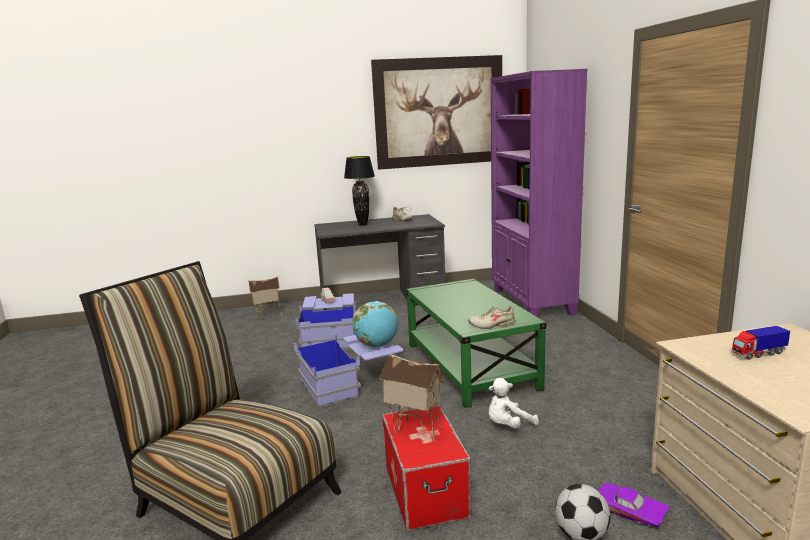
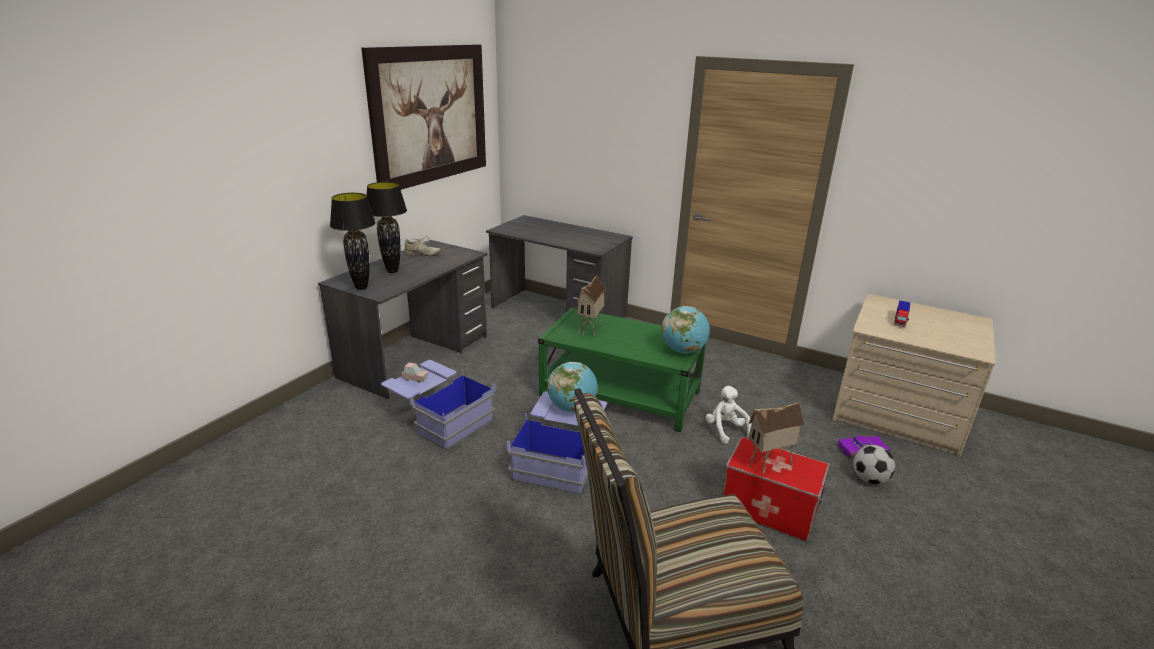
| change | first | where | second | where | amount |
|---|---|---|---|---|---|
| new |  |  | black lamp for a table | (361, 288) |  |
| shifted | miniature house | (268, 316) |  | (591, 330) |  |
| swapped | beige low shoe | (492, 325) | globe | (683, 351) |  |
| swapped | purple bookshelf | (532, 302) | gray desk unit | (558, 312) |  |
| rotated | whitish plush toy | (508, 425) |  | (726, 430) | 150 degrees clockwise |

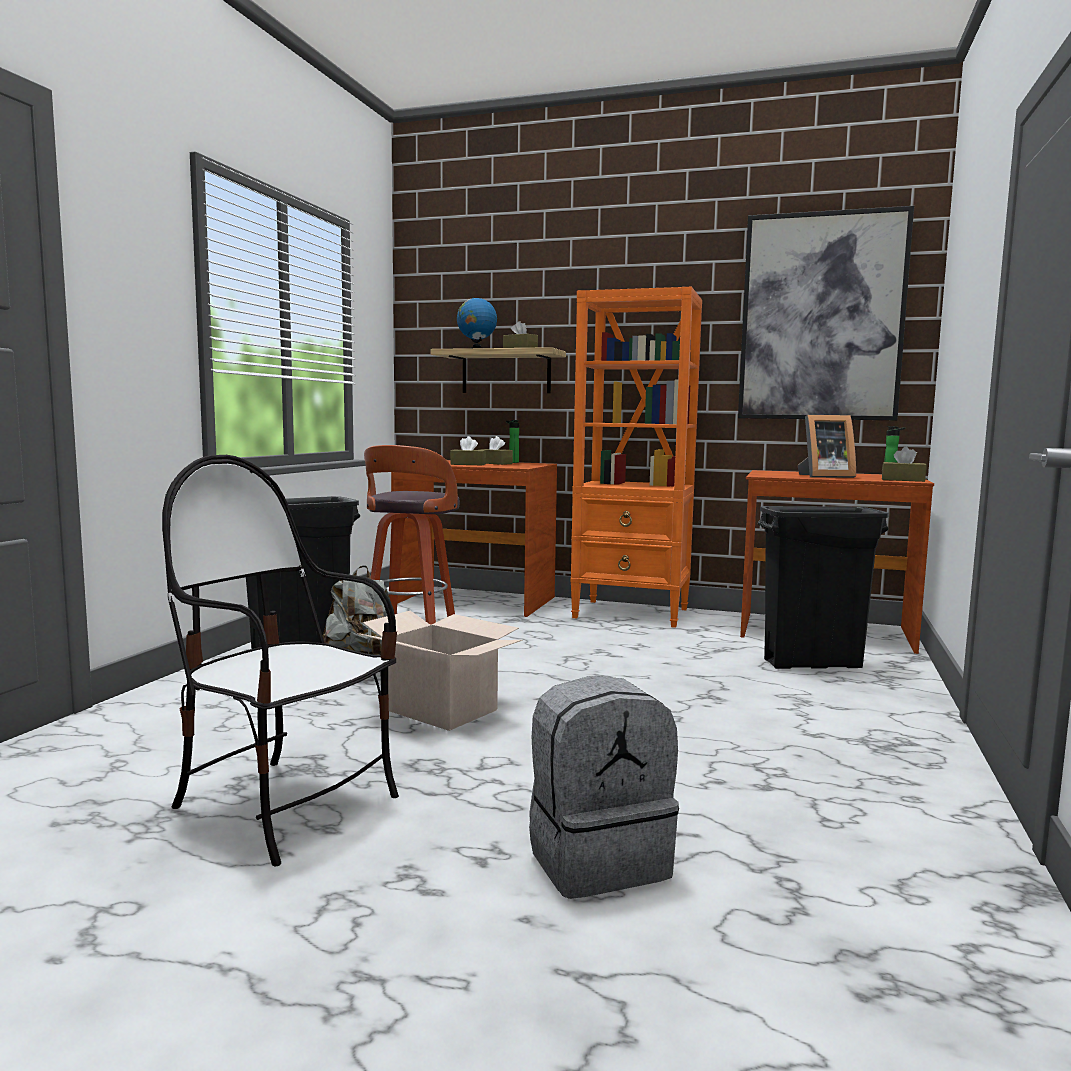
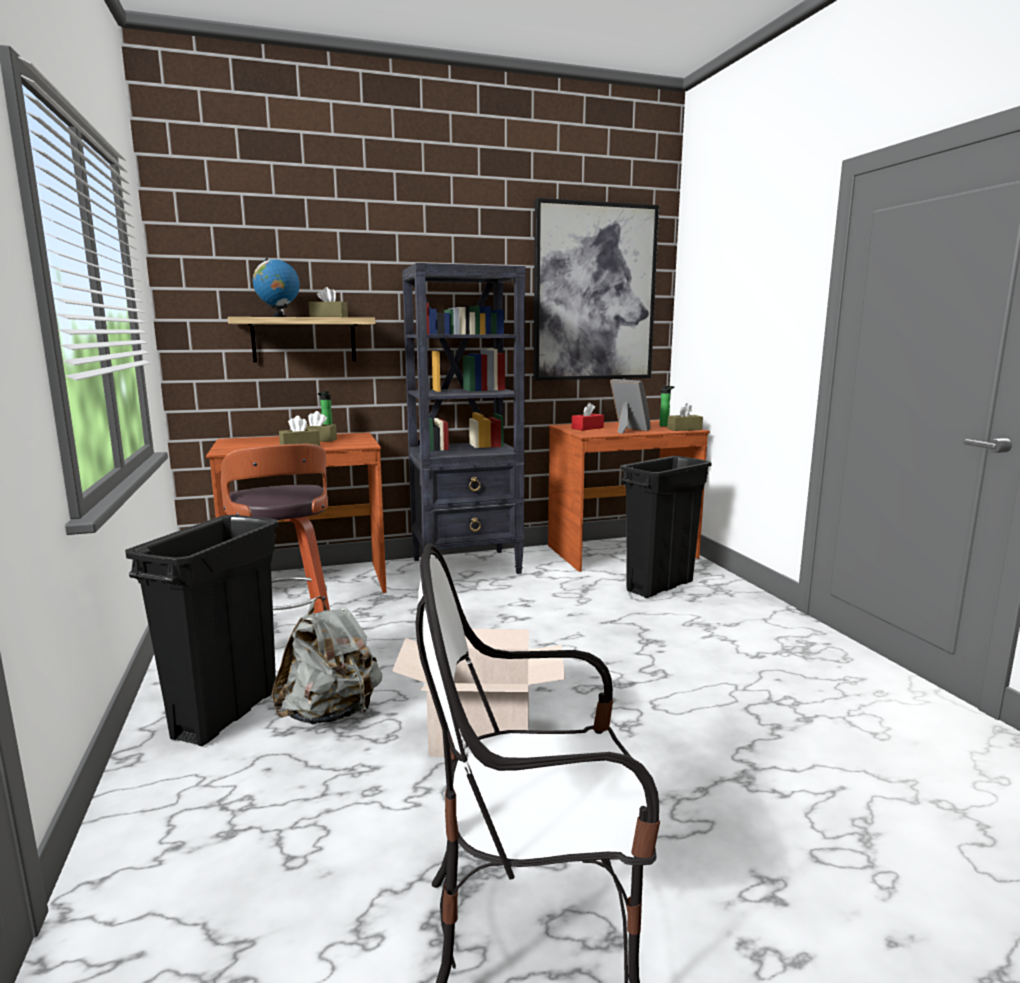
| change | first | where | second | where | amount |
|---|---|---|---|---|---|
| gone | gray rucksack | (597, 859) |  |  |  |
| new |  |  | reddish box of tissues | (587, 428) |  |
| repainted | orangey bookshelf | (632, 613) | black bookshelf | (467, 566) |  |
| rotated | picture frame | (823, 476) |  | (627, 430) | 90 degrees counterclockwise |

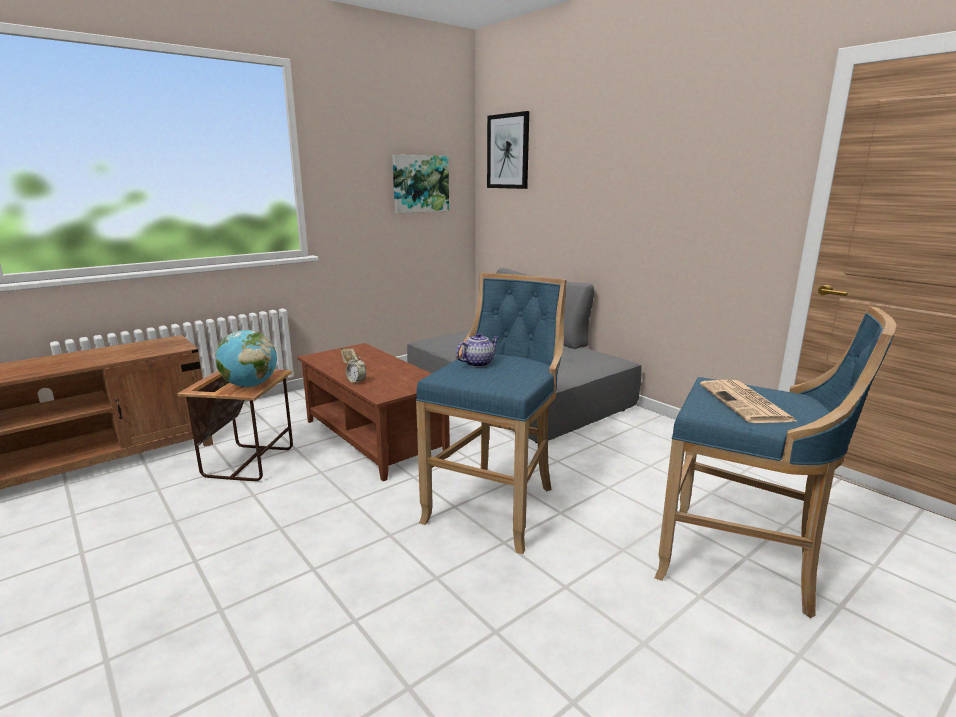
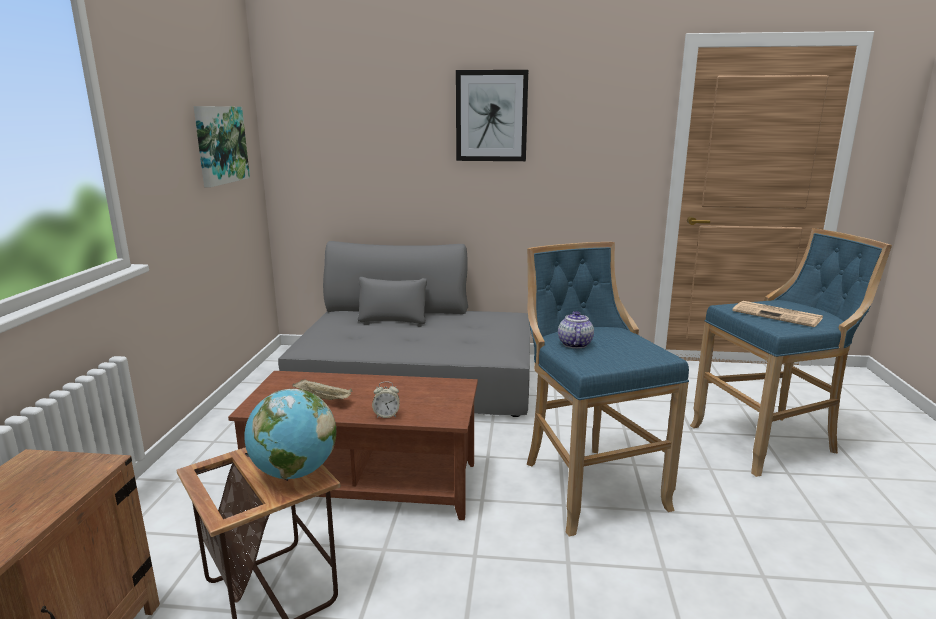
| change | first | where | second | where | amount |
|---|---|---|---|---|---|
| shifted | picture | (508, 151) |  | (491, 116) |  |

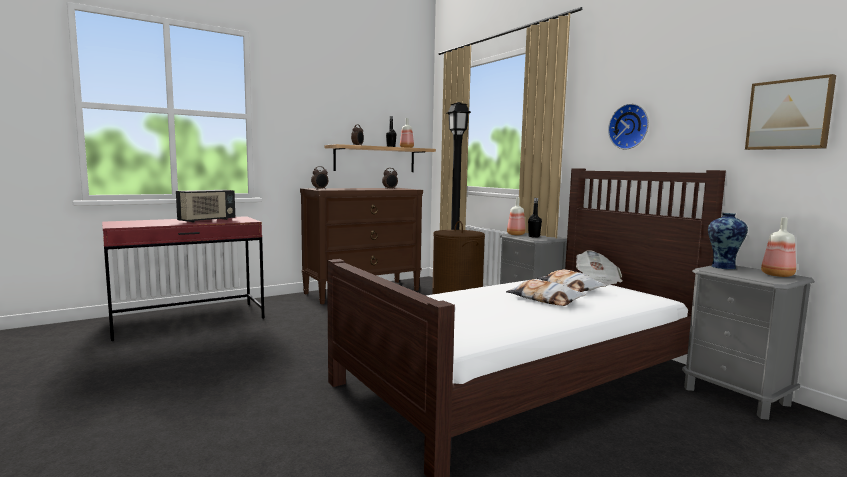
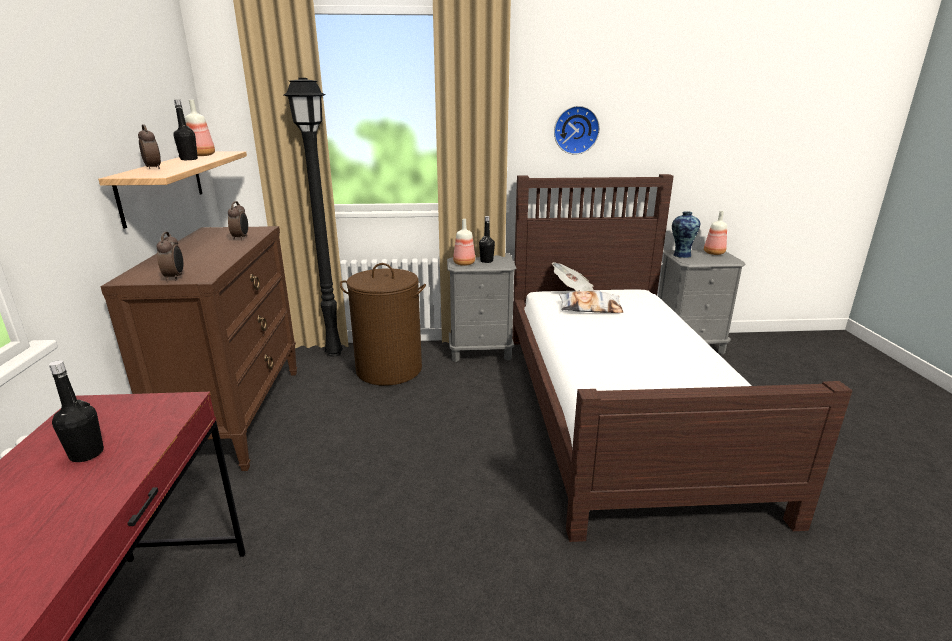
| change | first | where | second | where | amount |
|---|---|---|---|---|---|
| gone | throw pillow | (544, 299) |  |  |  |
| gone | picture | (789, 115) |  |  |  |
| swapped | radio receiver | (207, 220) | black bottle | (87, 454) |  |

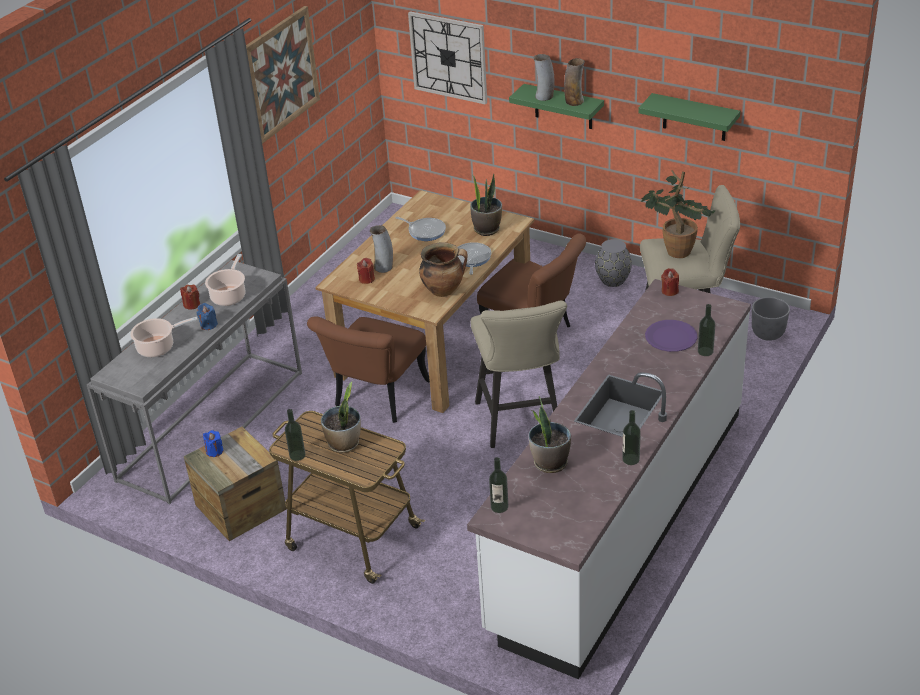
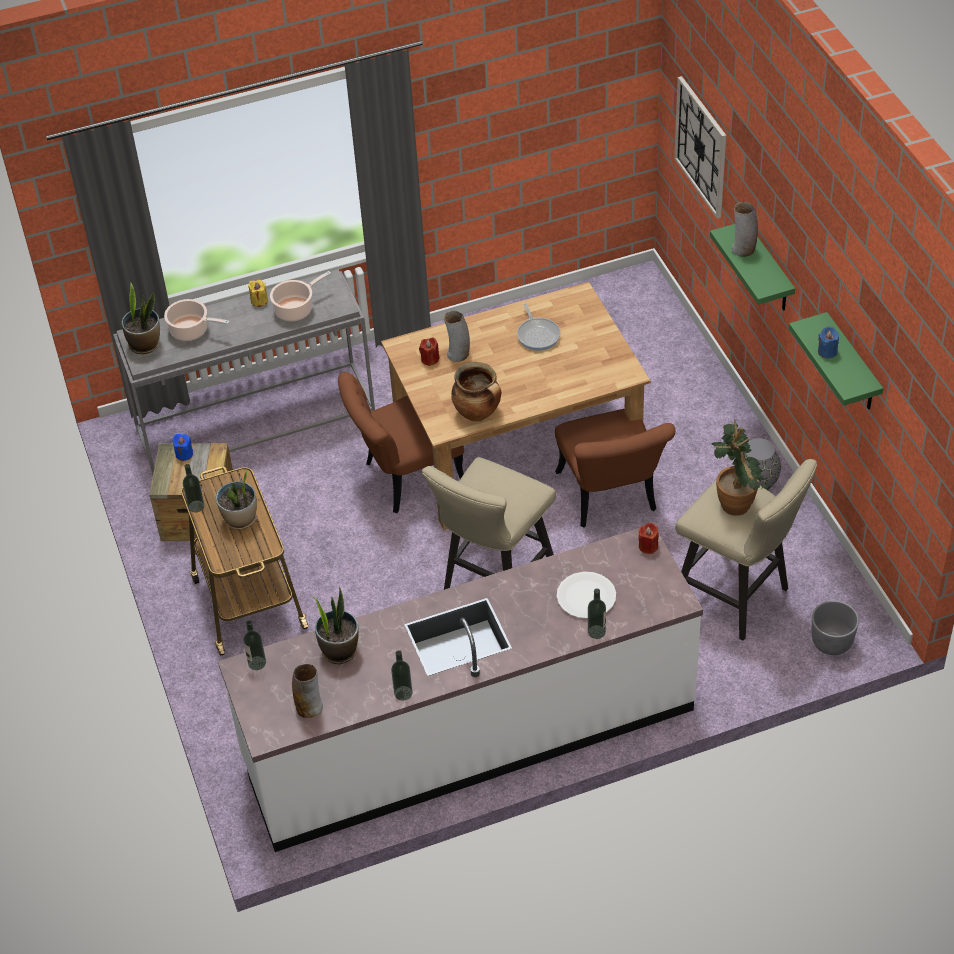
| change | first | where | second | where | amount |
|---|---|---|---|---|---|
| gone | picture | (281, 74) |  |  |  |
| gone | skillet | (471, 259) |  |  |  |
| shifted | blue wax light | (208, 325) |  | (827, 351) |  |
| shifted | houseplant | (487, 229) |  | (145, 344) |  |
| shifted | vase | (574, 101) |  | (309, 707) |  |
| repainted | reddish wax light | (192, 304) | yellow-coloured wax light | (259, 301) |  |
| repainted | purple dinner plate | (670, 337) | whitish dinner plate | (586, 596) |  |

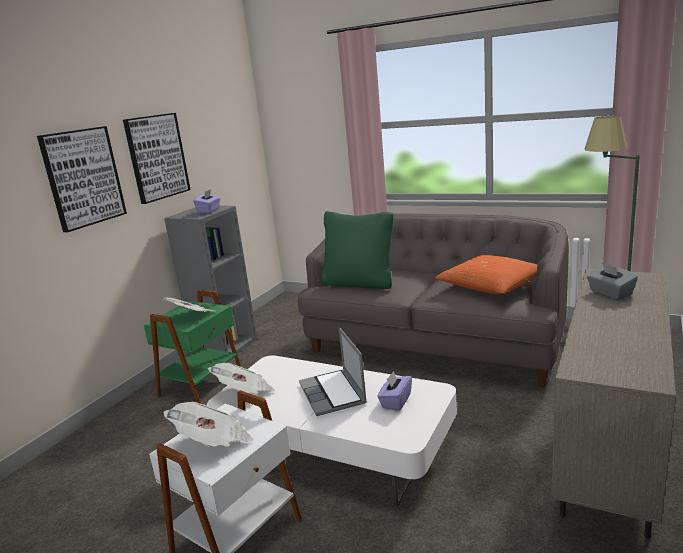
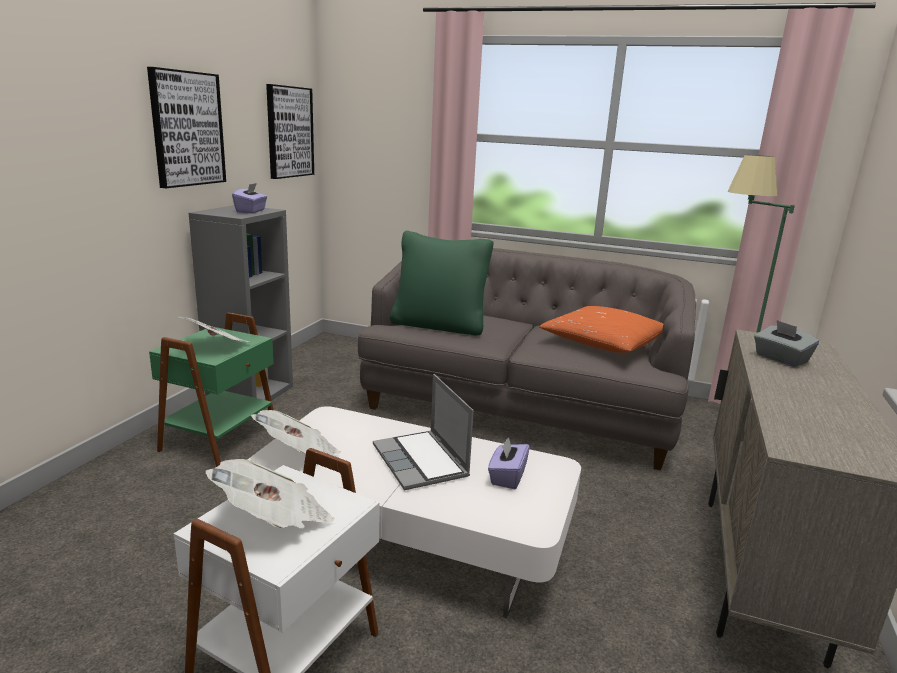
| change | first | where | second | where | amount |
|---|---|---|---|---|---|
| shifted | picture | (83, 177) |  | (289, 132) |  |

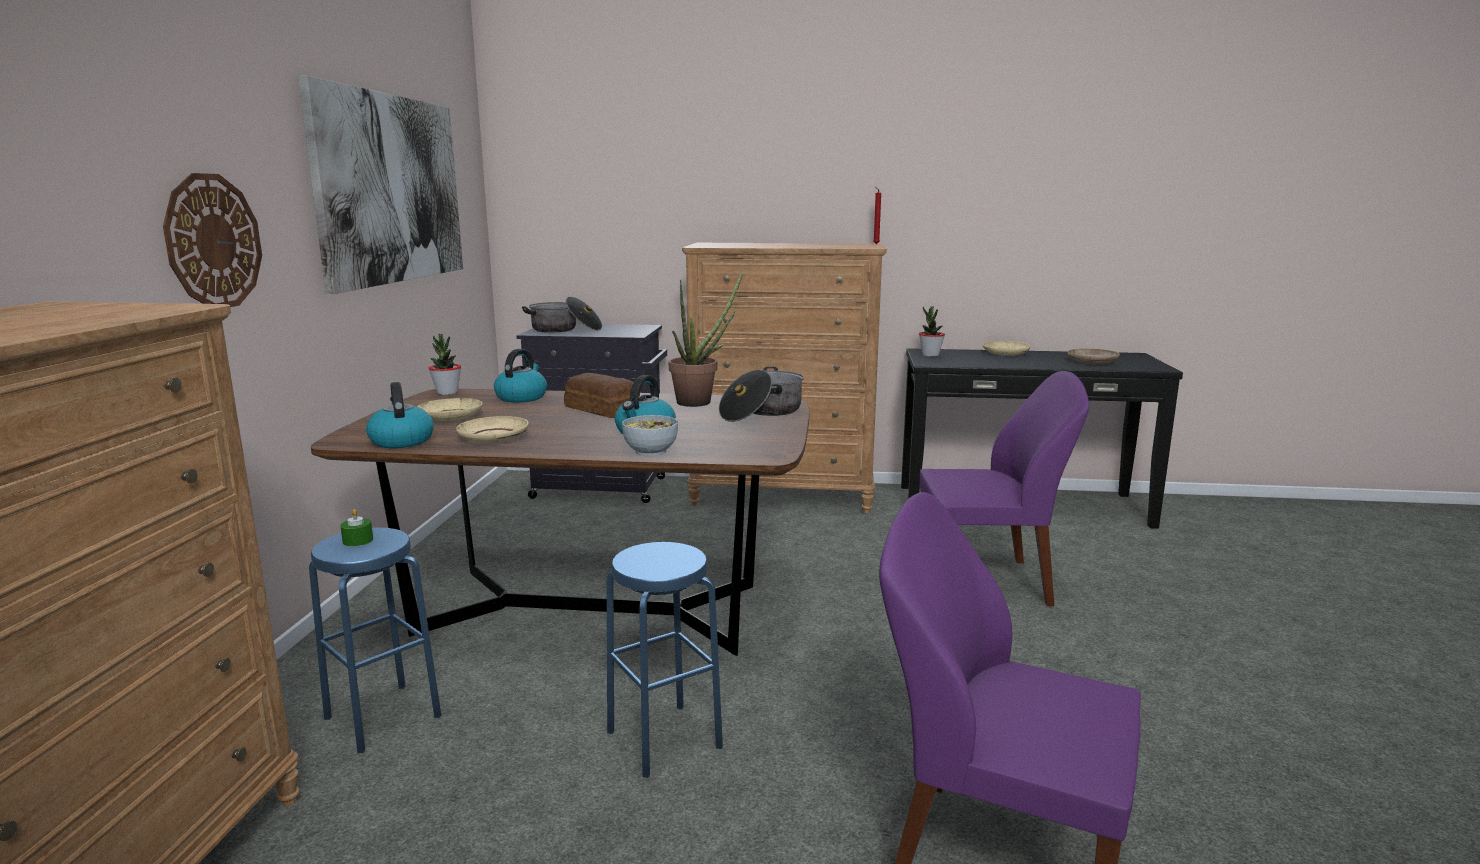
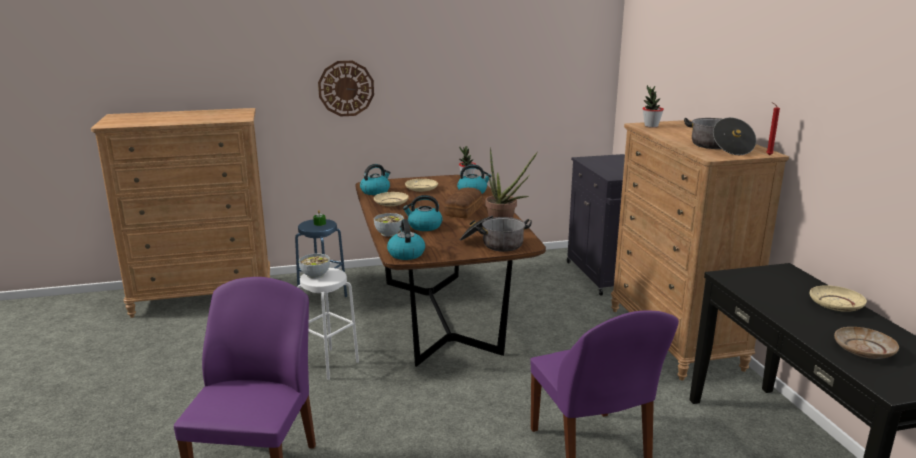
| change | first | where | second | where | amount |
|---|---|---|---|---|---|
| gone | picture | (391, 189) |  |  |  |
| new |  |  | deep dish | (315, 275) |  |
| new |  |  | kettle | (406, 254) |  |
| shifted | saucepot | (565, 329) |  | (719, 147) |  |
| shifted | houseplant | (930, 355) |  | (651, 126) |  |
| repainted | blue sitting stool | (664, 739) | whitish sitting stool | (329, 363) |  |

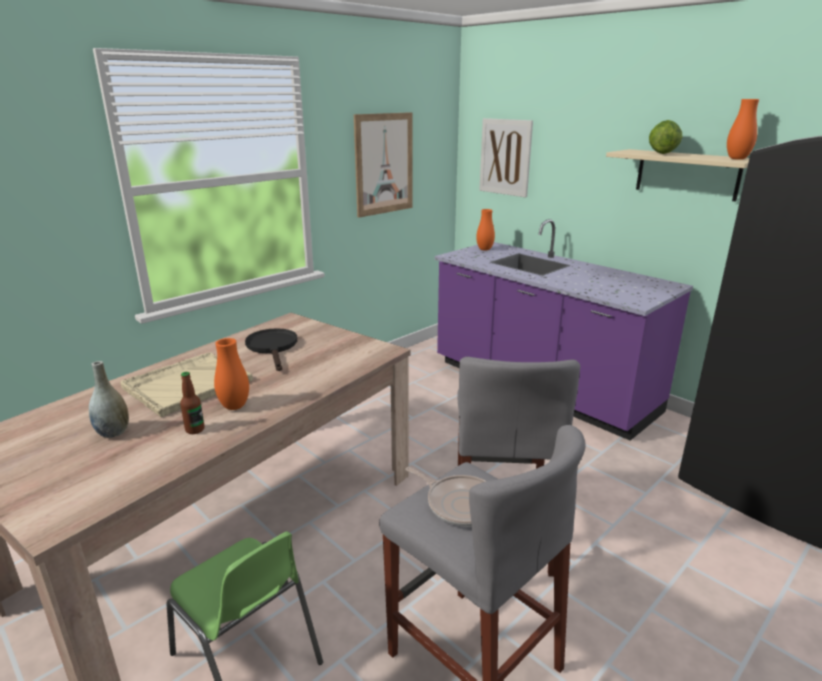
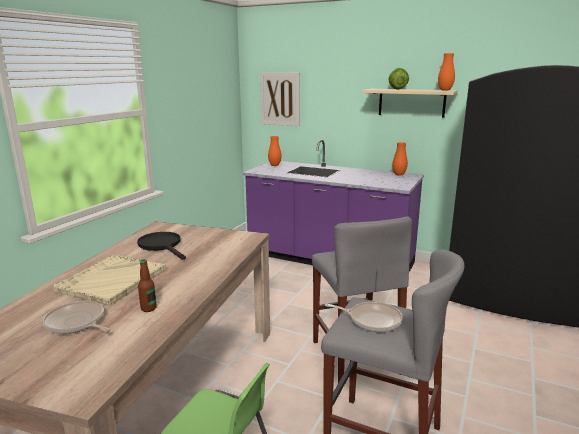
| change | first | where | second | where | amount |
|---|---|---|---|---|---|
| gone | picture | (384, 164) |  |  |  |
| shifted | orangey vase | (234, 406) |  | (399, 175) |  |
| swapped | gray vase | (113, 432) | skillet | (76, 323) |  |

